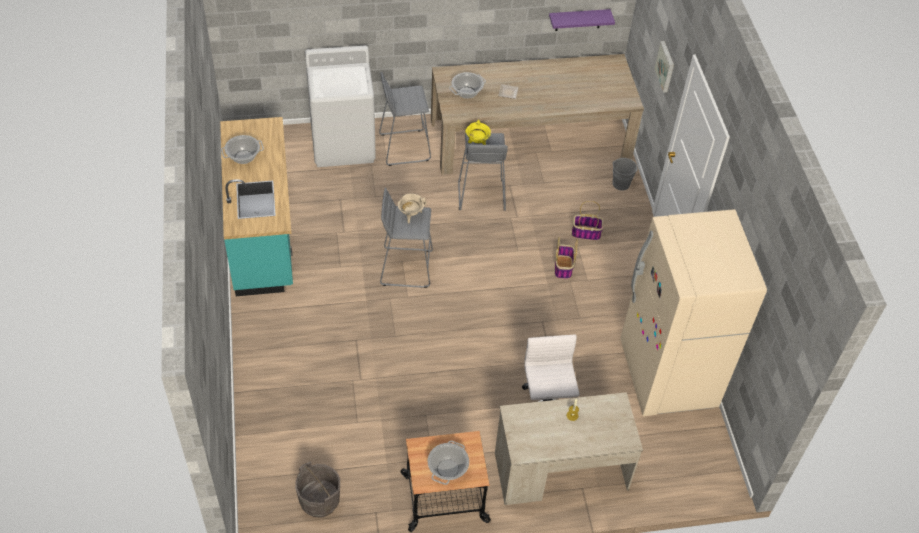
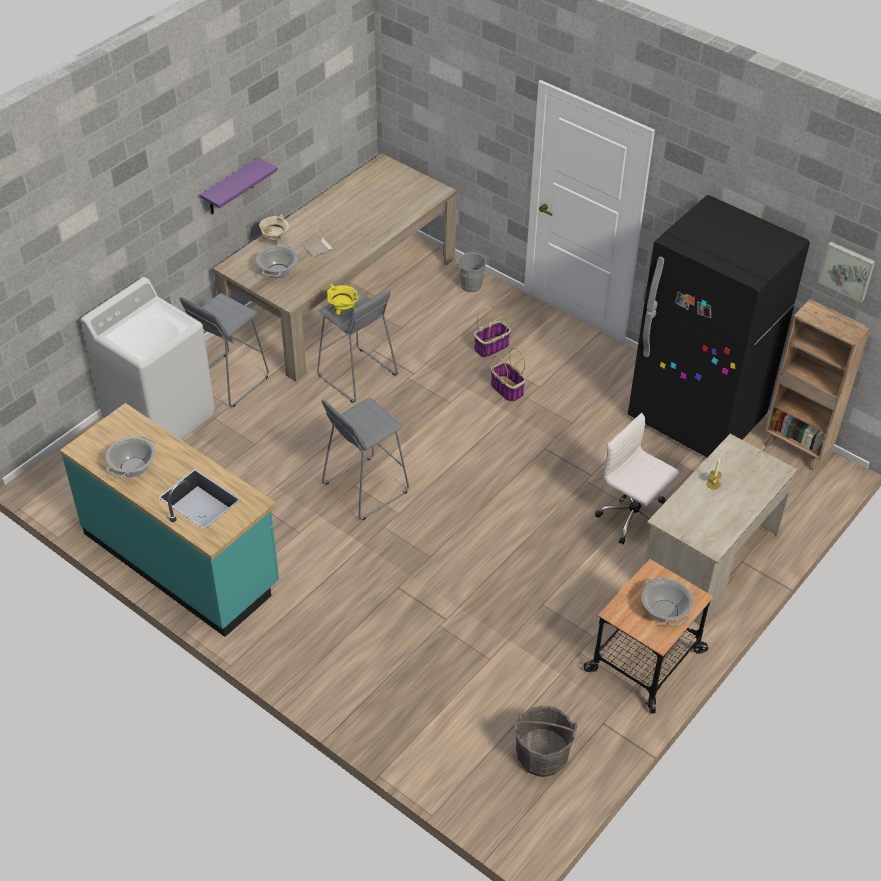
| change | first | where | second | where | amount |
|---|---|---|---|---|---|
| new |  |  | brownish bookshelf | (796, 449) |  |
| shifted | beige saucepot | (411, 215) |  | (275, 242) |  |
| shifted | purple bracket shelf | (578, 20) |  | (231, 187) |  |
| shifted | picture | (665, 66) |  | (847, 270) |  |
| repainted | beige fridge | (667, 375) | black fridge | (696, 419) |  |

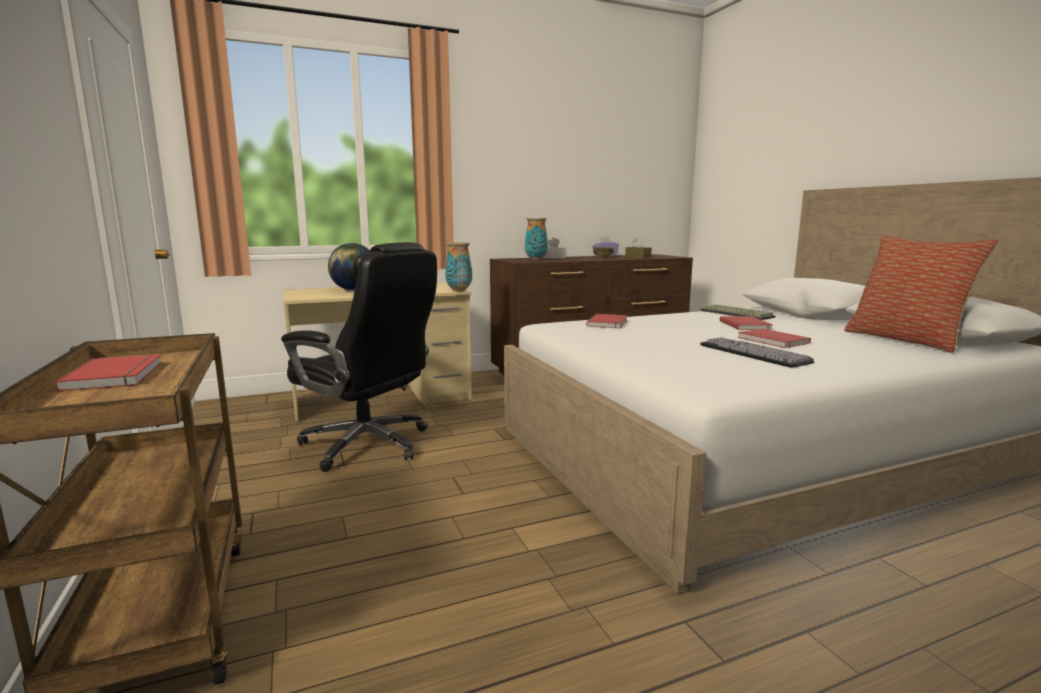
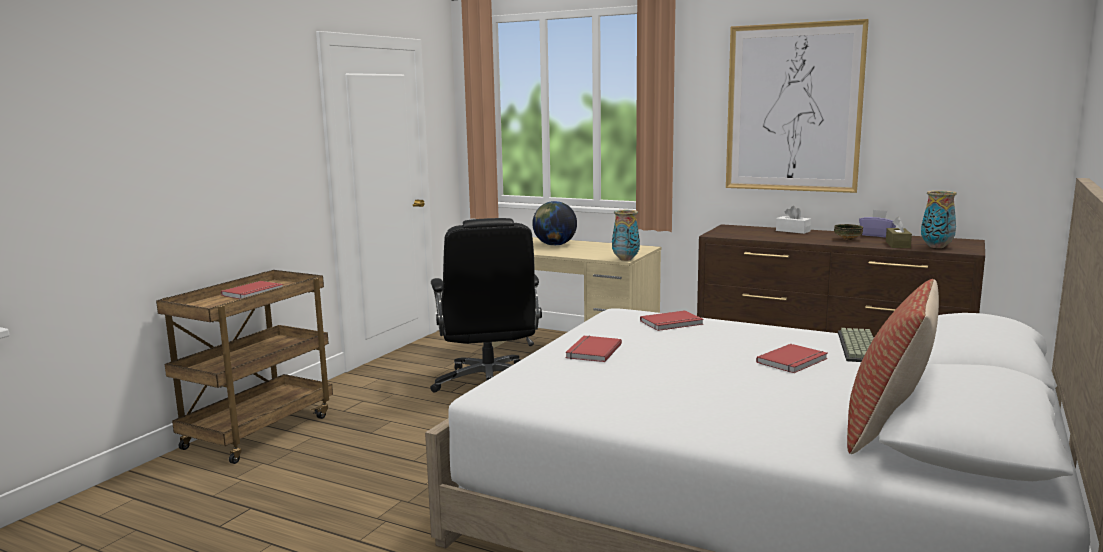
| change | first | where | second | where | amount |
|---|---|---|---|---|---|
| gone | keyboard | (758, 352) |  |  |  |
| new |  |  | picture | (793, 108) |  |
| shifted | vase | (536, 260) |  | (937, 247) |  |
| shifted | reddish volume | (771, 341) |  | (592, 351) |  |

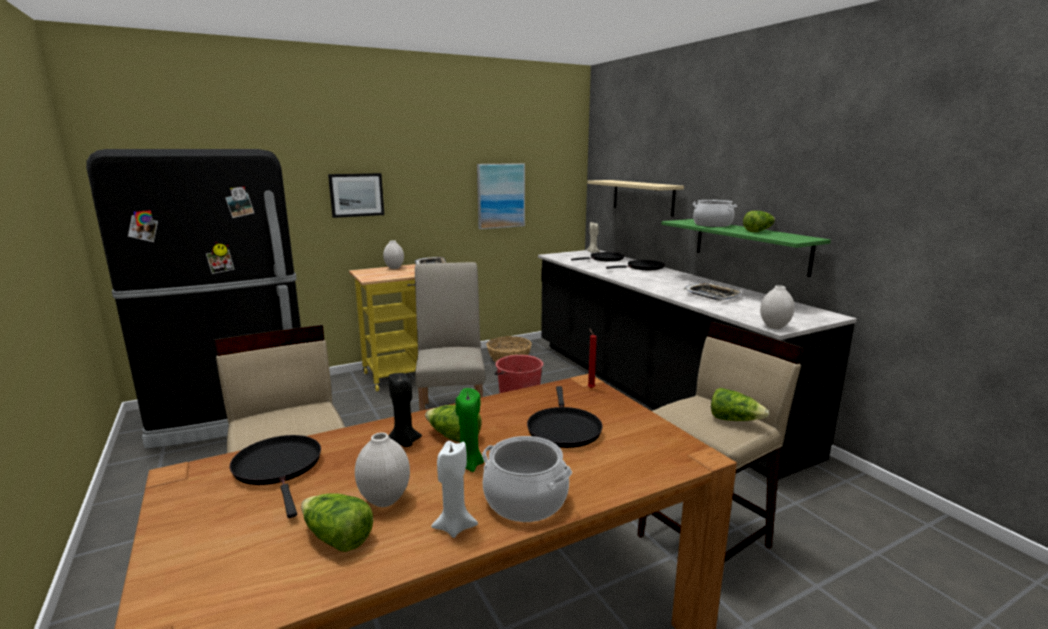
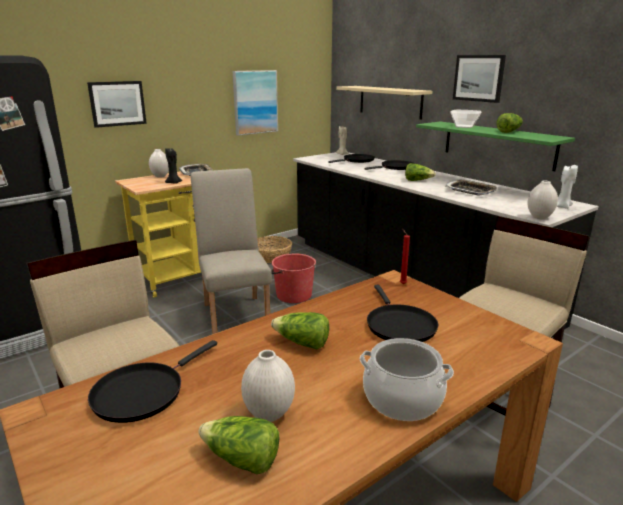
| change | first | where | second | where | amount |
|---|---|---|---|---|---|
| gone | green wax light | (468, 464) |  |  |  |
| new |  |  | picture | (478, 78) |  |
| shifted | black wax light | (404, 442) |  | (174, 183) |  |
| shifted | whitish wax light | (454, 527) |  | (562, 206) |  |
| shifted | lettuce head | (734, 420) |  | (418, 180) |  |
| swapped | saucepot | (712, 225) | deep dish | (464, 126) |  |
| rotated | black skillet | (279, 468) |  | (143, 392) | 105 degrees counterclockwise |

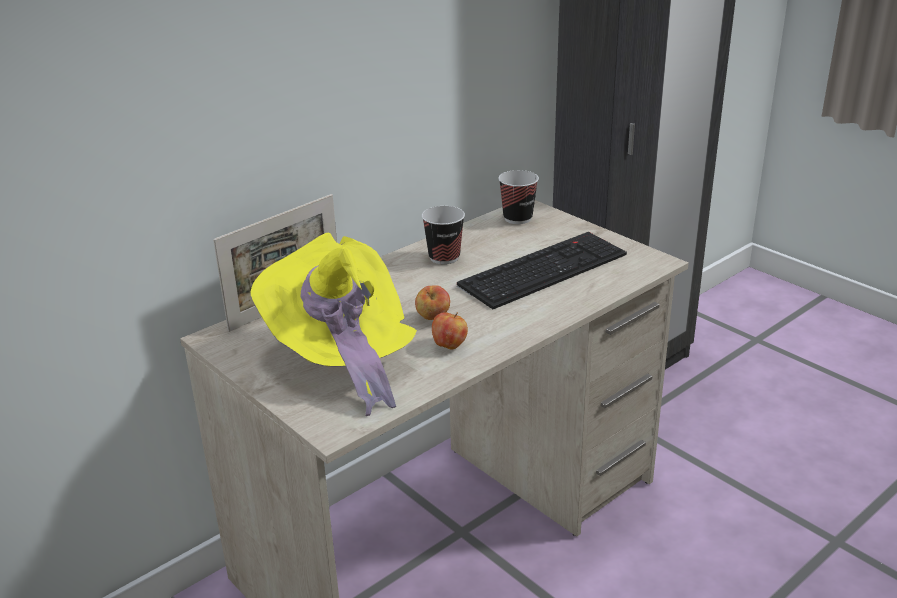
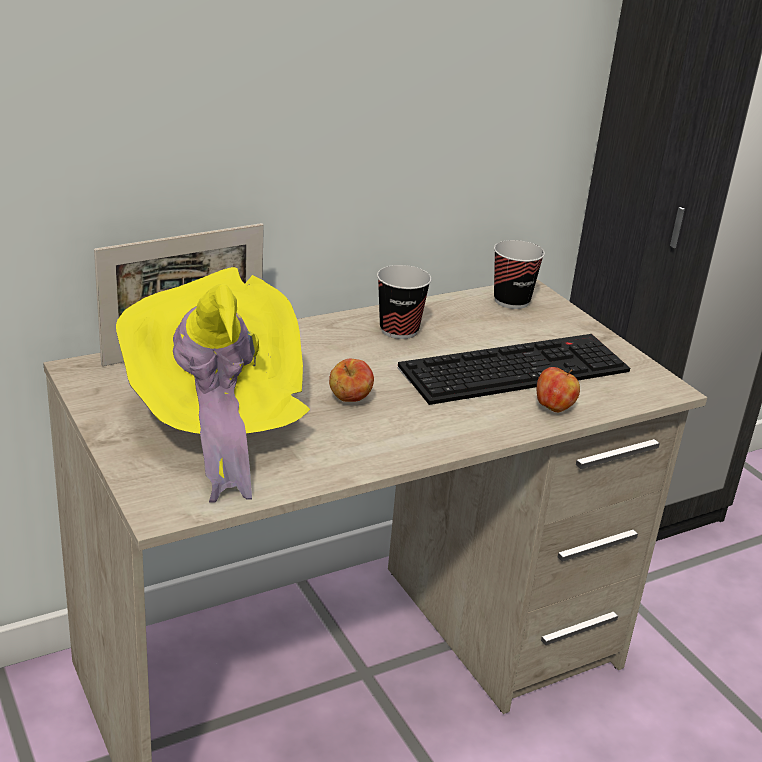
| change | first | where | second | where | amount |
|---|---|---|---|---|---|
| shifted | apple fruit | (449, 345) |  | (554, 407) |  |

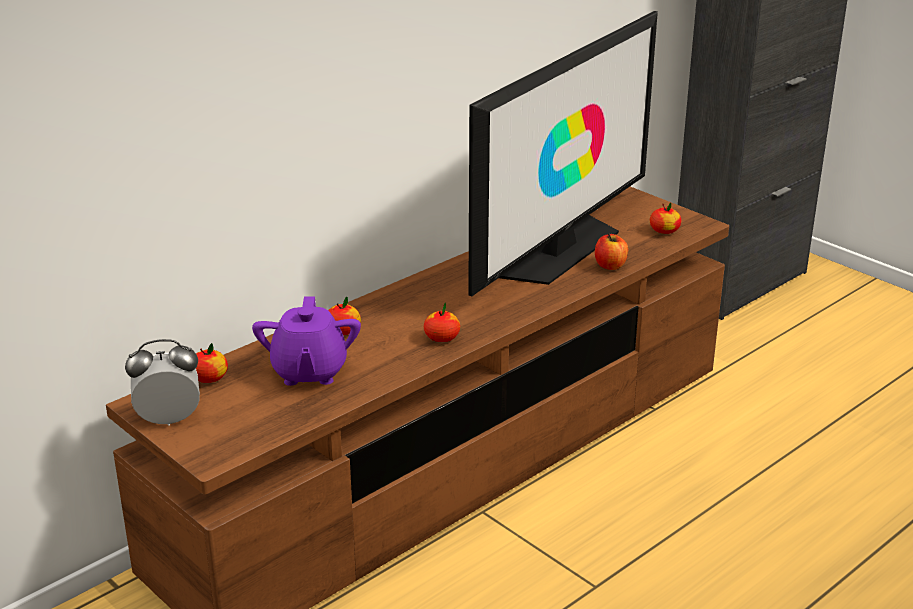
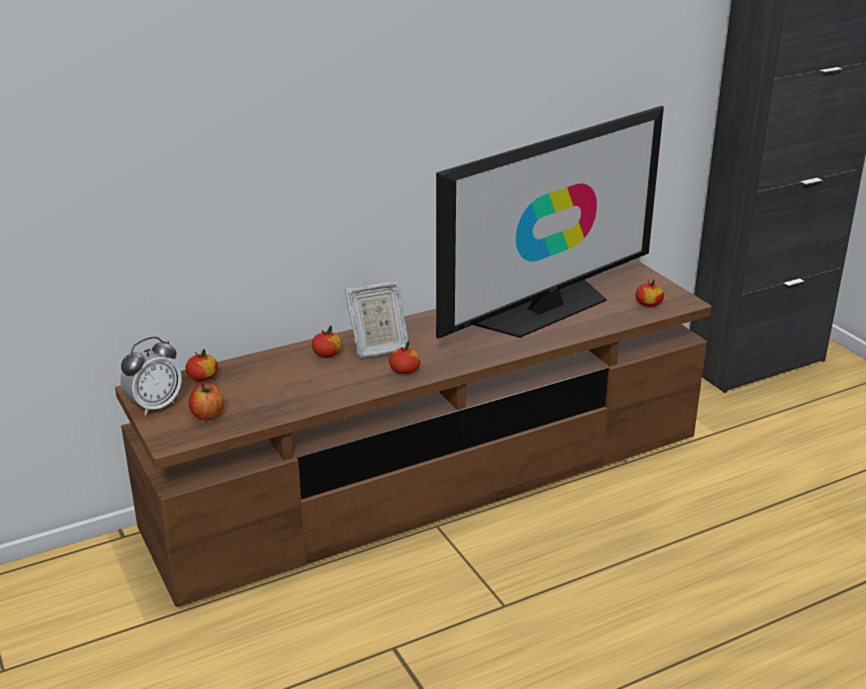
| change | first | where | second | where | amount |
|---|---|---|---|---|---|
| gone | purple pot for tea | (309, 372) |  |  |  |
| new |  |  | picture frame | (378, 348) |  |
| shifted | apple fruit | (610, 266) |  | (208, 415) |  |
| rotated | bedside clock | (169, 420) |  | (155, 406) | 135 degrees clockwise |

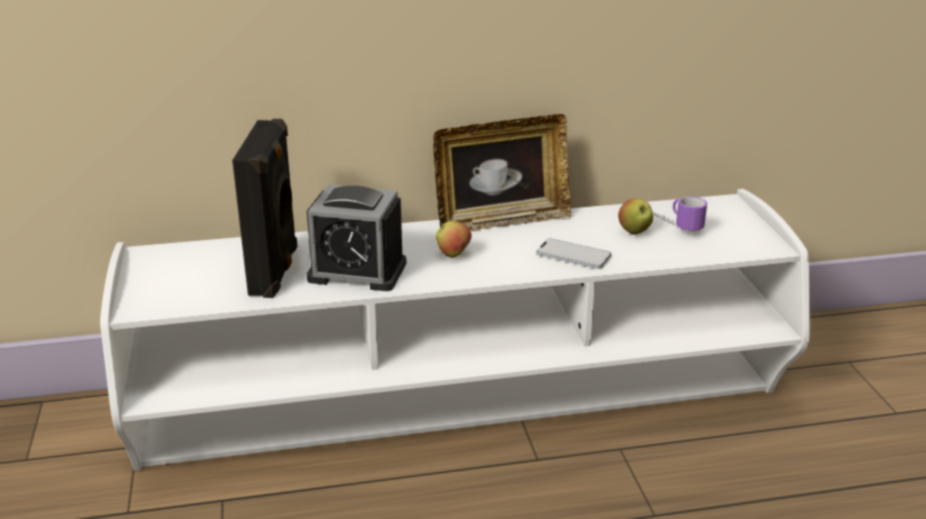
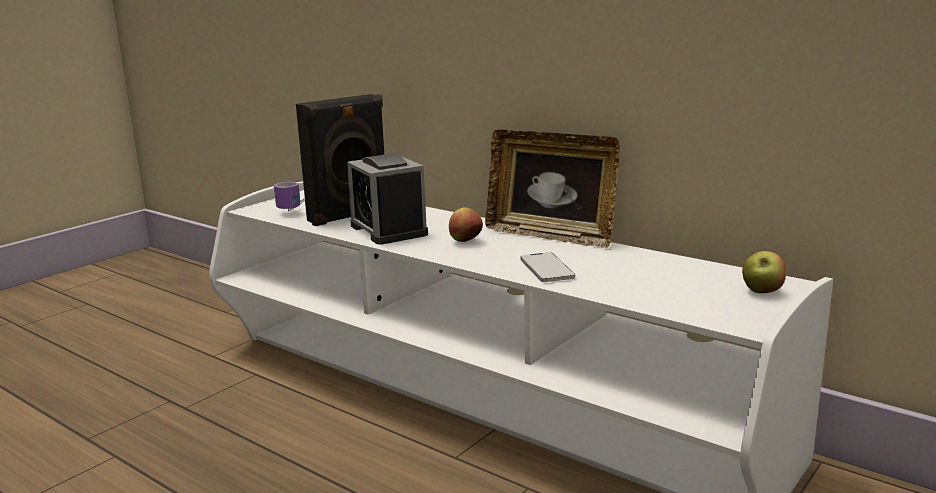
| change | first | where | second | where | amount |
|---|---|---|---|---|---|
| shifted | apple fruit | (634, 232) |  | (762, 292) |  |
| shifted | mug | (676, 227) |  | (295, 209) |  |

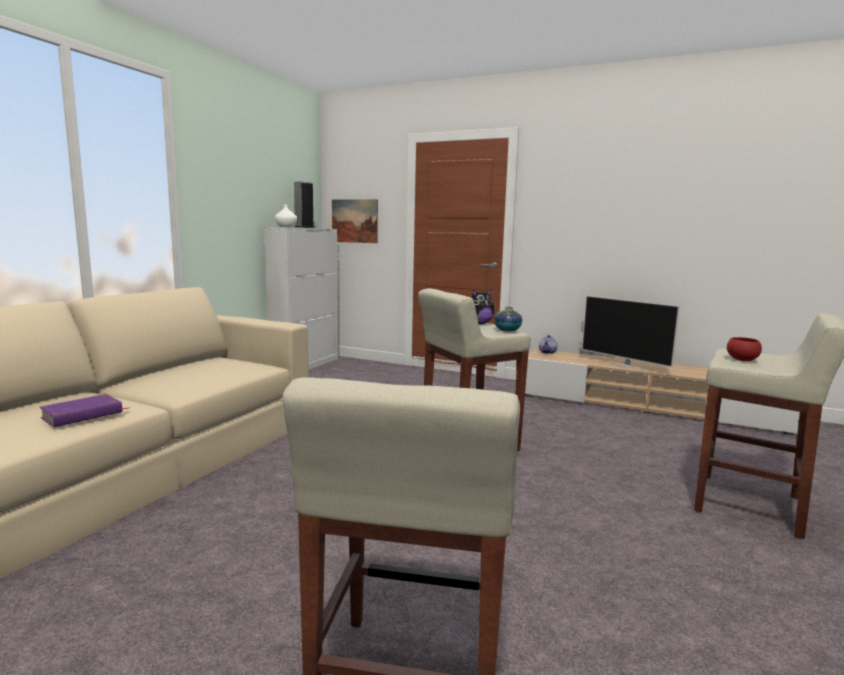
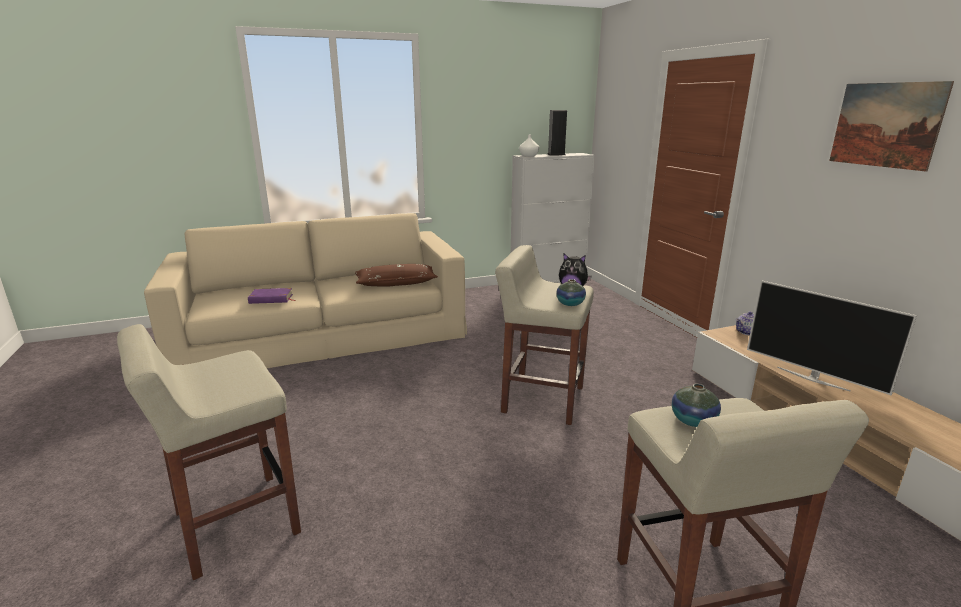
| change | first | where | second | where | amount |
|---|---|---|---|---|---|
| new |  |  | brownish throw pillow | (396, 283) |  |
| shifted | picture | (354, 221) |  | (885, 125) |  |
| swapped | reddish deep dish | (742, 360) | vase | (693, 420) |  |
| rotated | TV set | (625, 365) |  | (812, 378) | 45 degrees counterclockwise |

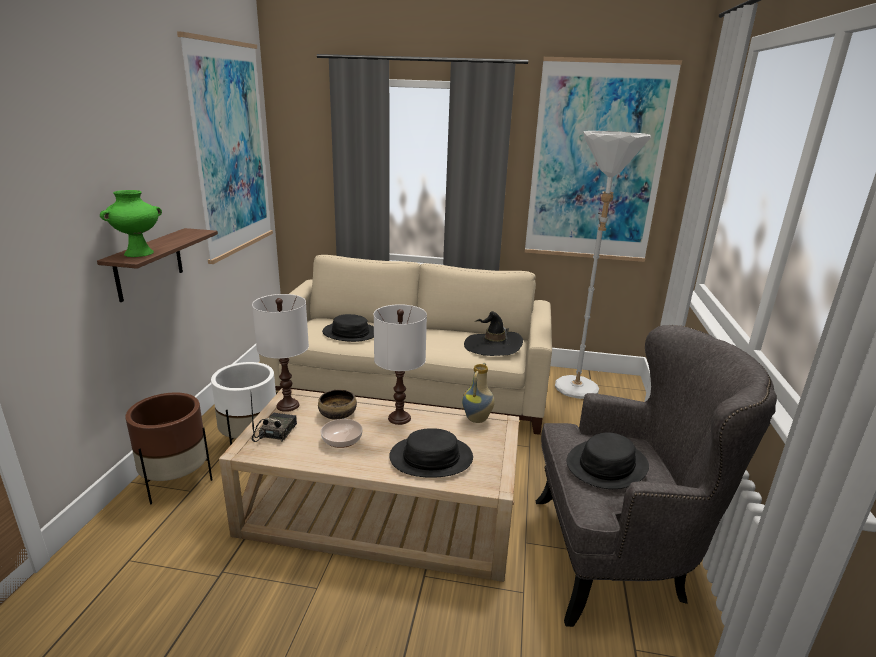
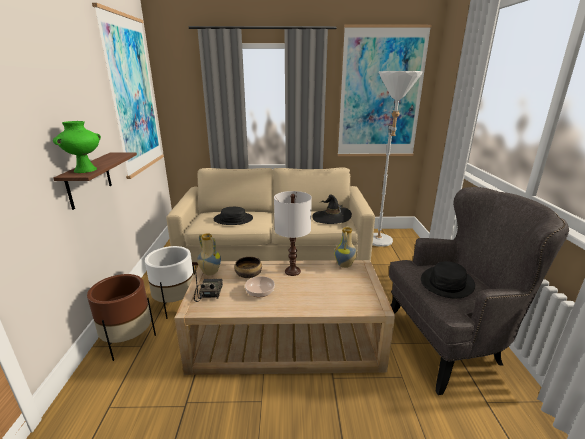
| change | first | where | second | where | amount |
|---|---|---|---|---|---|
| gone | black clothing hat | (431, 458) |  |  |  |
| swapped | whitish lamp for a table | (287, 405) | vase | (210, 273) |  |

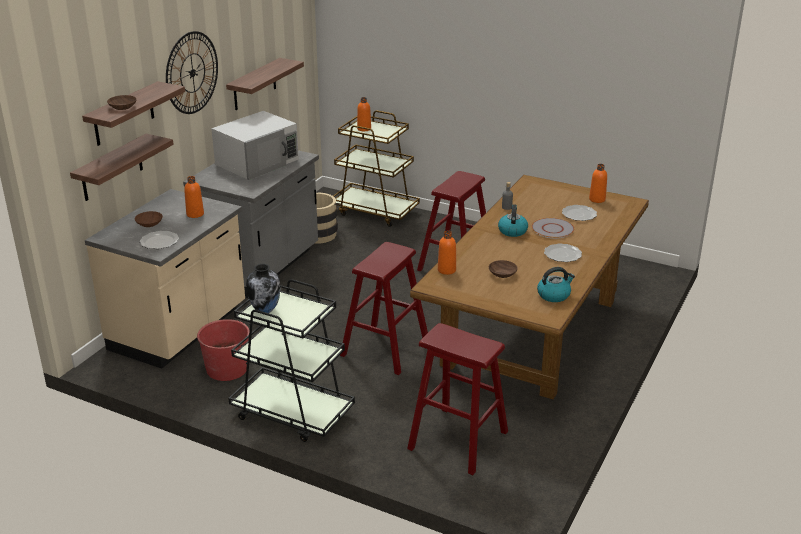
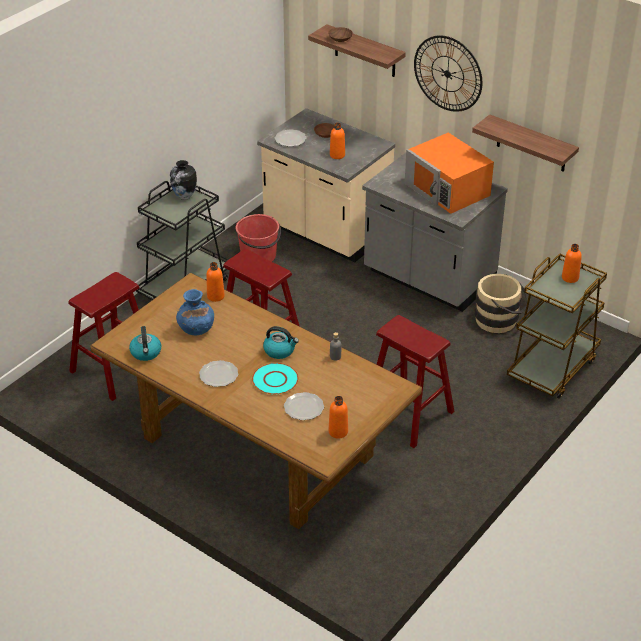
| change | first | where | second | where | amount |
|---|---|---|---|---|---|
| gone | bracket shelf | (112, 168) |  |  |  |
| swapped | brownish deep dish | (503, 274) | blue vase | (196, 329) |  |
| repainted | whitish microwave oven | (258, 162) | orangey microwave oven | (447, 189) |  |
| repainted | gray dinner plate | (552, 229) | turquoise dinner plate | (275, 380) |  |

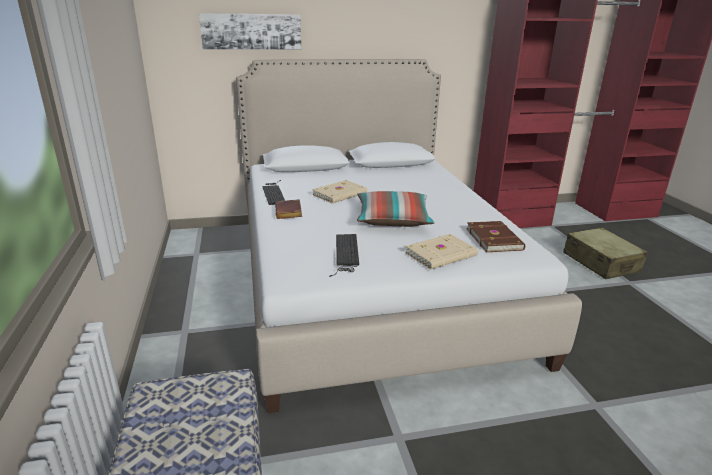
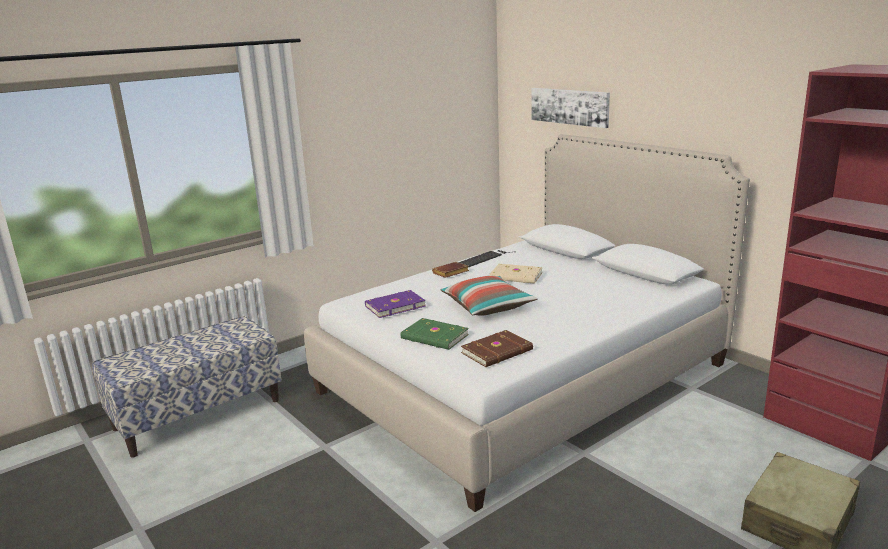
| change | first | where | second | where | amount |
|---|---|---|---|---|---|
| swapped | keyboard | (345, 254) | purple volume | (394, 306) |  |
| repainted | beige volume | (442, 255) | green volume | (434, 337) |  |

